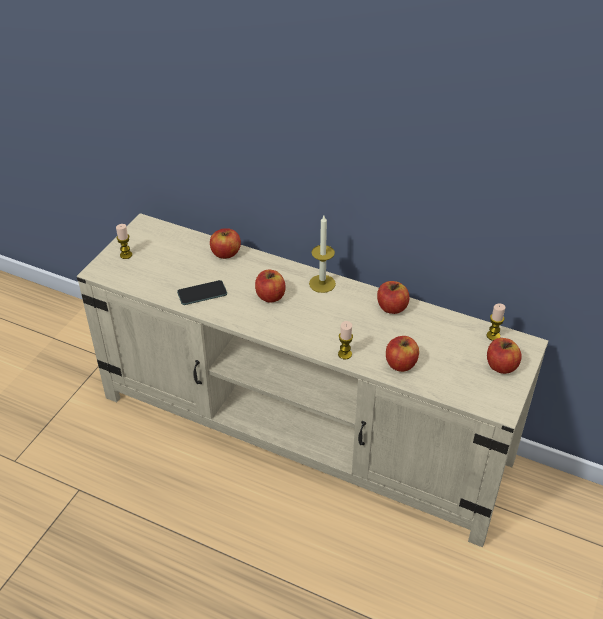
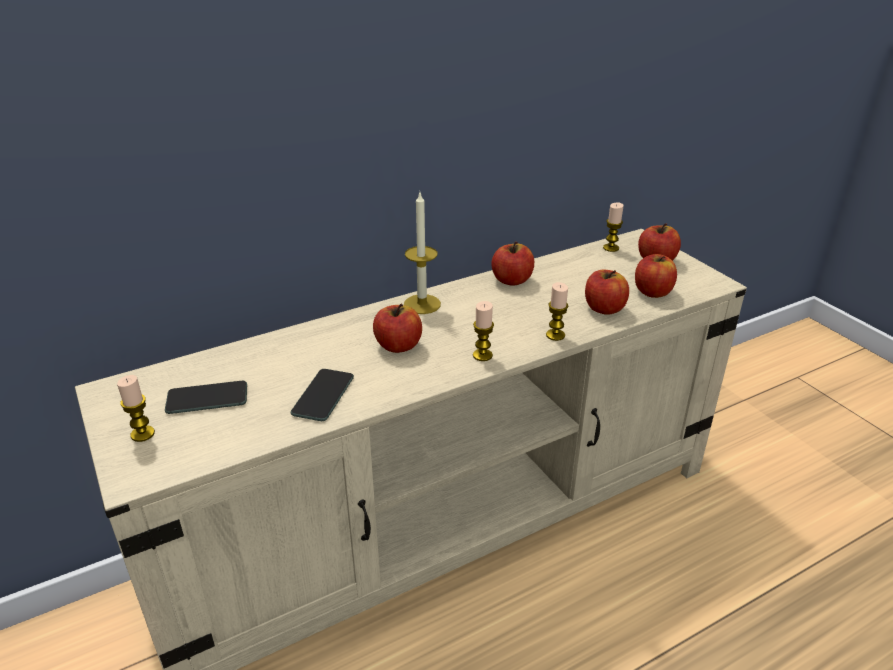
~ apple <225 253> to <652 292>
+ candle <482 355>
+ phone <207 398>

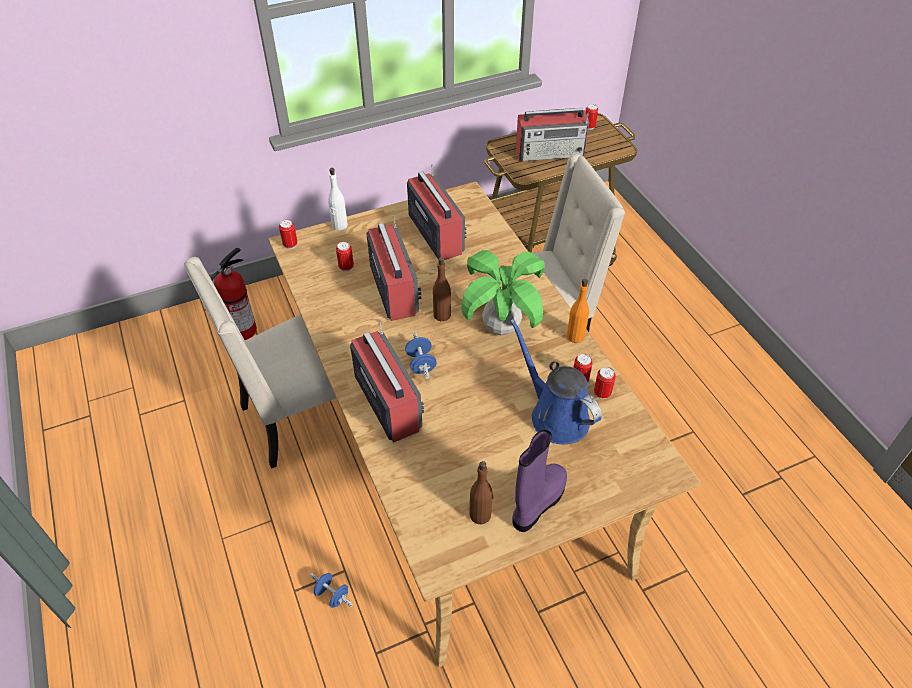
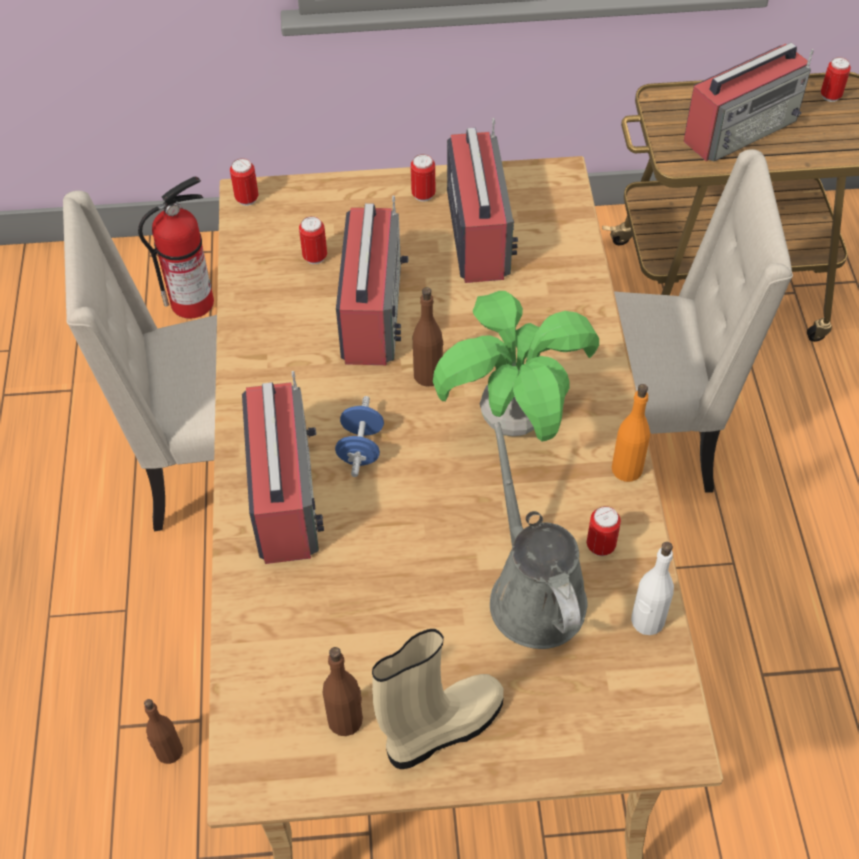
~ radio <551 152> = <741 129> 45 degrees counterclockwise
~ bottle (white) <339 225> to <647 621>
~ watering can (blue) <555 415> to watering can (grey) <533 594>
~ can <602 393> to <423 195>
~ boot (purple) <537 502> to boot (beige) <441 729>
~ dumbbell (blue) <332 595> to bottle (brown) <169 751>

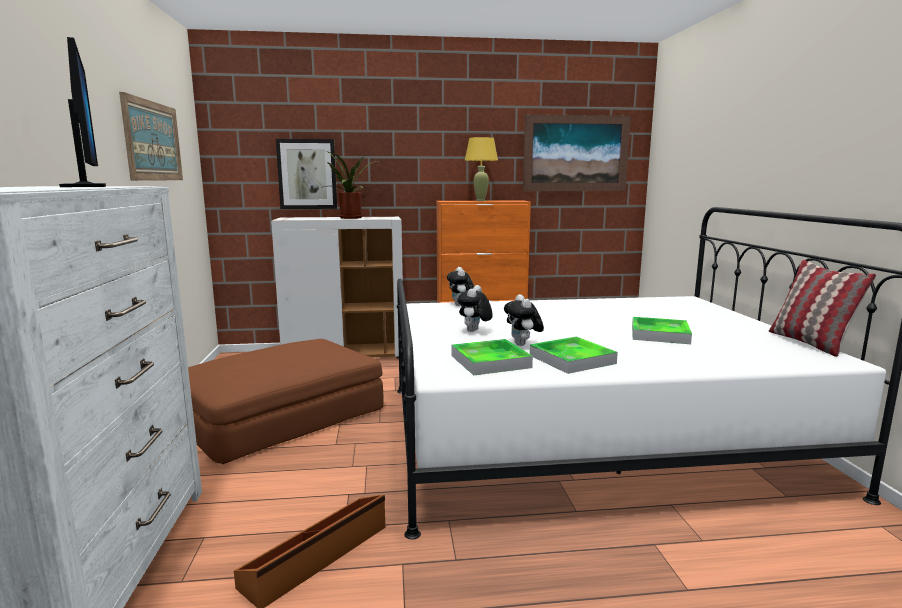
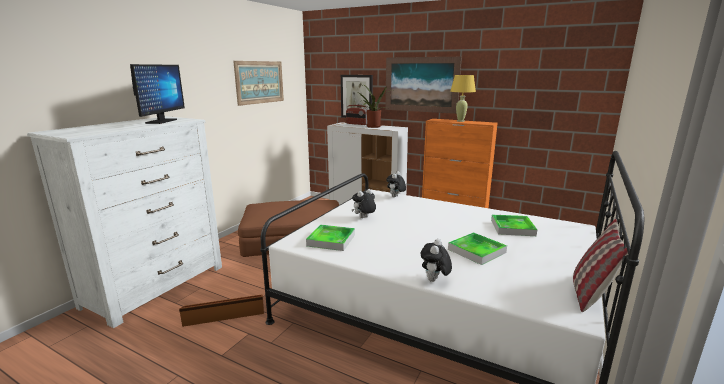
~ picture <576 153> to <421 84>
~ plush toy <523 345> to <434 280>
~ tray <572 359> to <512 228>
+ radio <357 124>

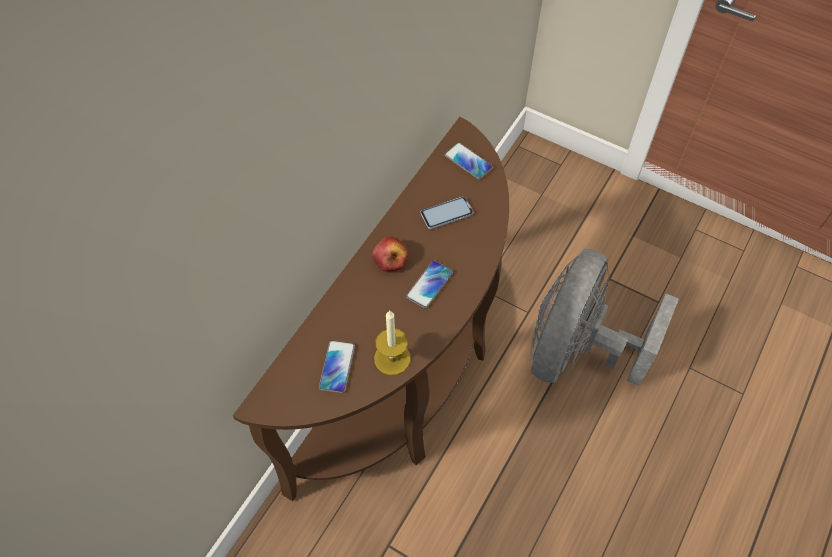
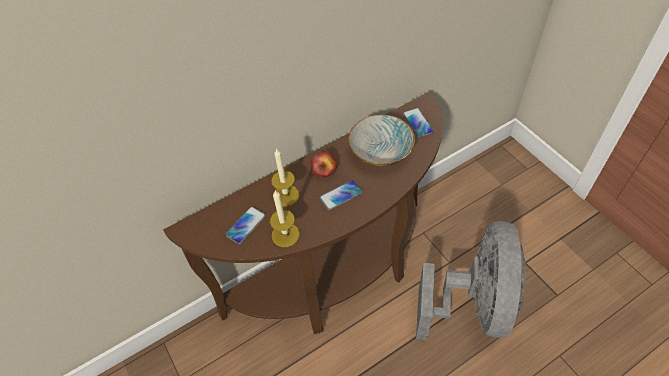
~ phone <446 213> to bowl <381 152>
~ fan (grey) <576 350> = <473 304> 135 degrees clockwise
+ candle <286 195>

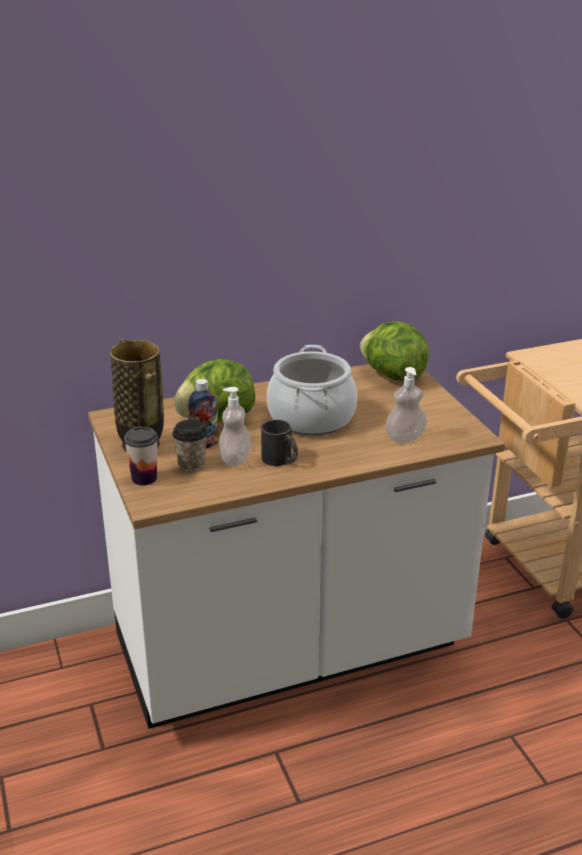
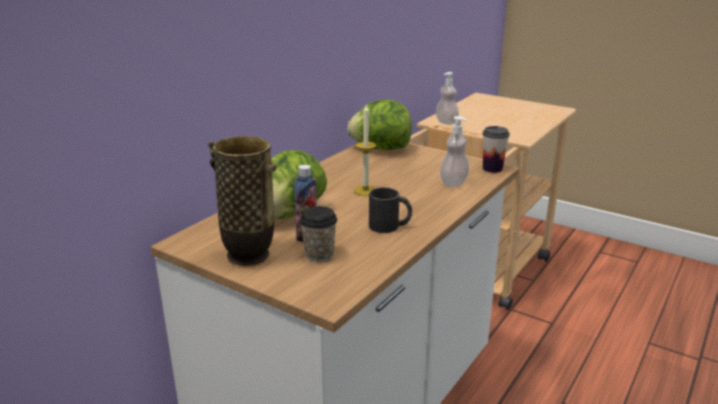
~ cooking pot <311 418> to candle <365 190>
~ soap dispenser <235 459> to <446 122>
~ cup <144 478> to <492 168>

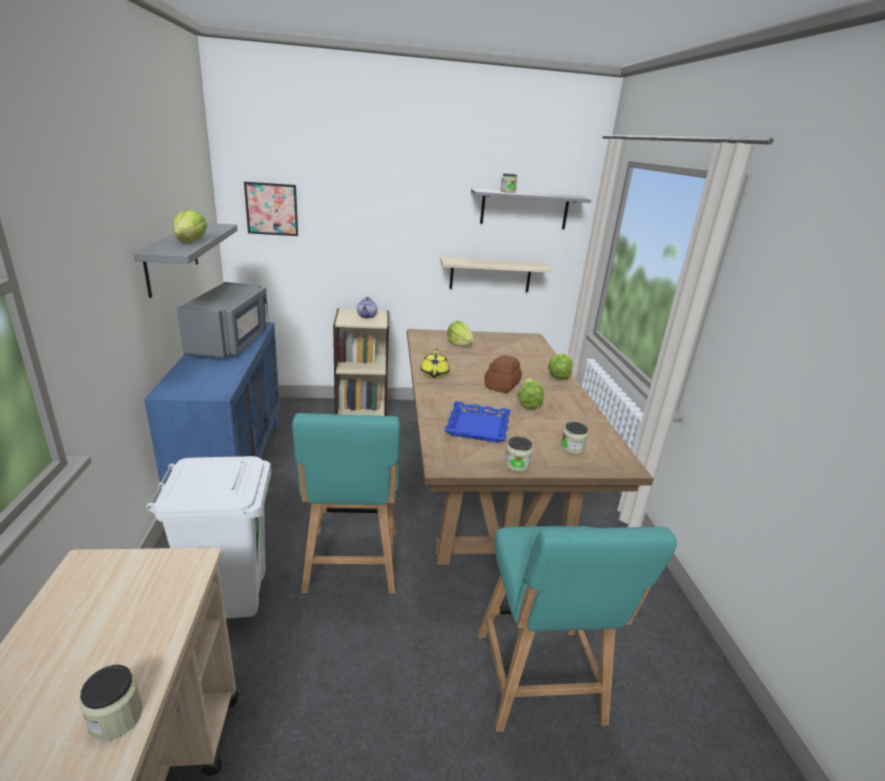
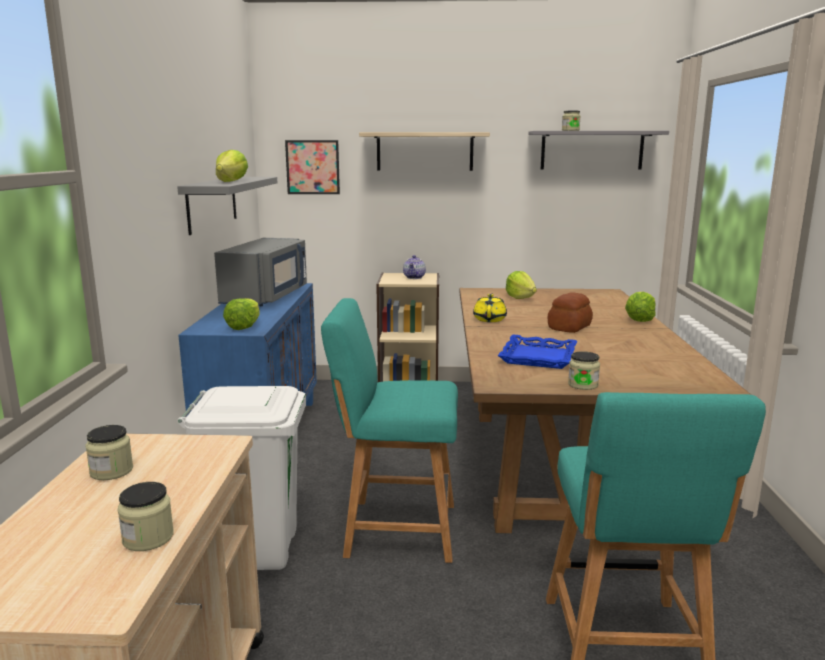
~ shelf <490 275> to <425 151>
~ lettuce <528 403> to <244 326>
~ chair (turquoise) <351 565> = <394 529> 90 degrees clockwise
~ jar <572 448> to <111 471>

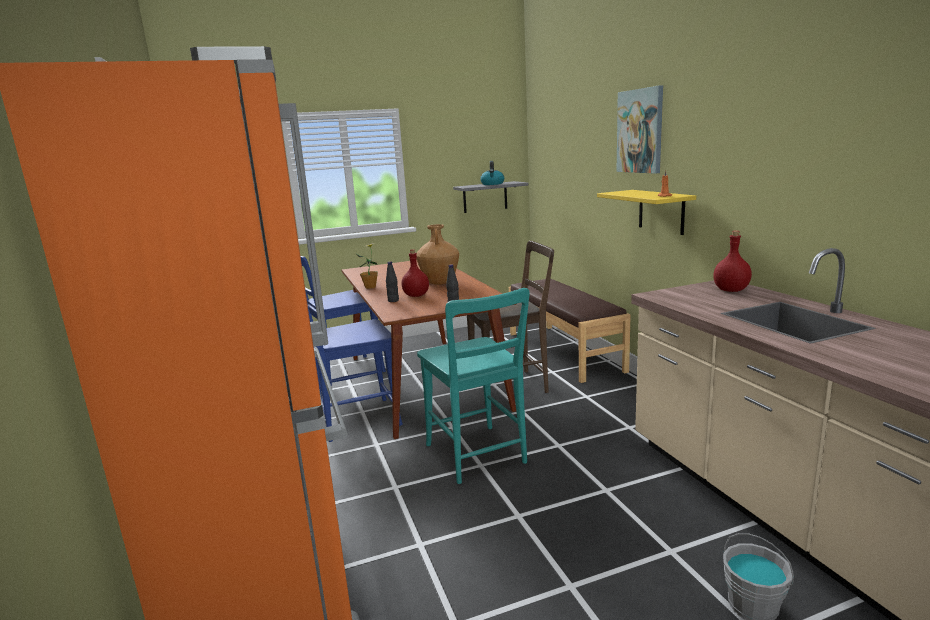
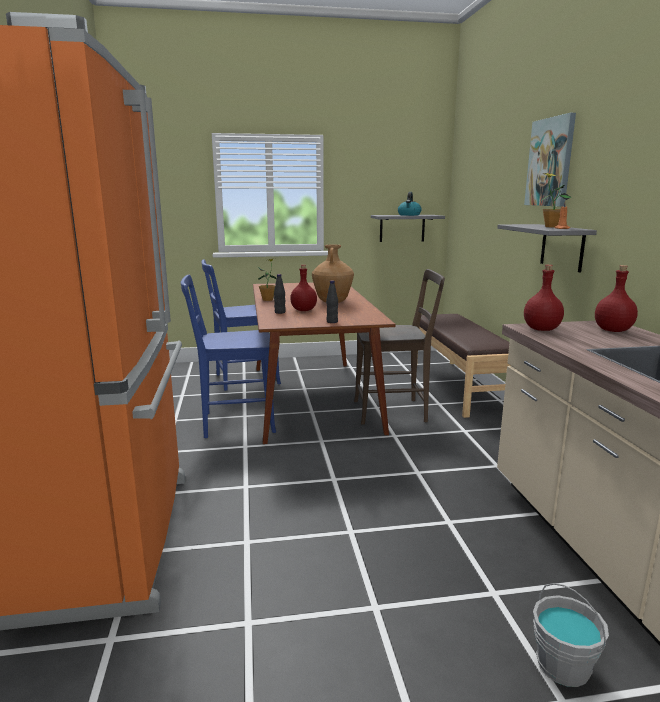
~ shelf (yellow) <661 211> to shelf (grey) <562 247>
- chair (turquoise) <477 456>
+ potted plant <551 227>
+ bottle (red) <541 329>

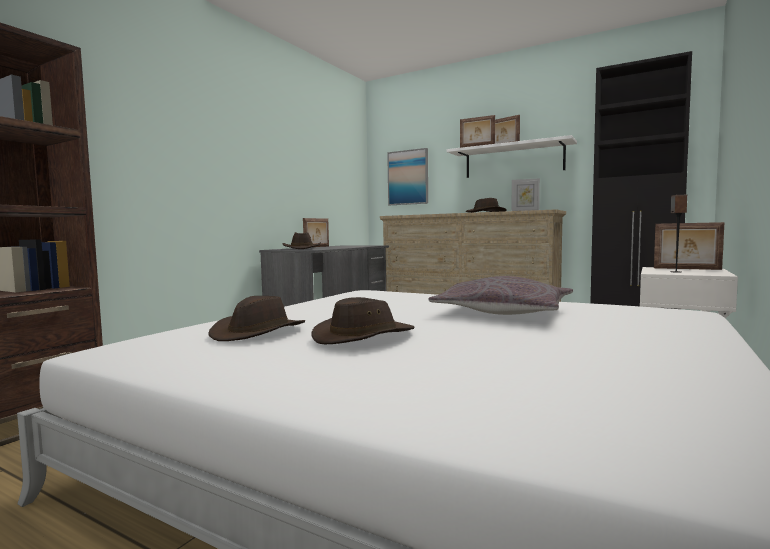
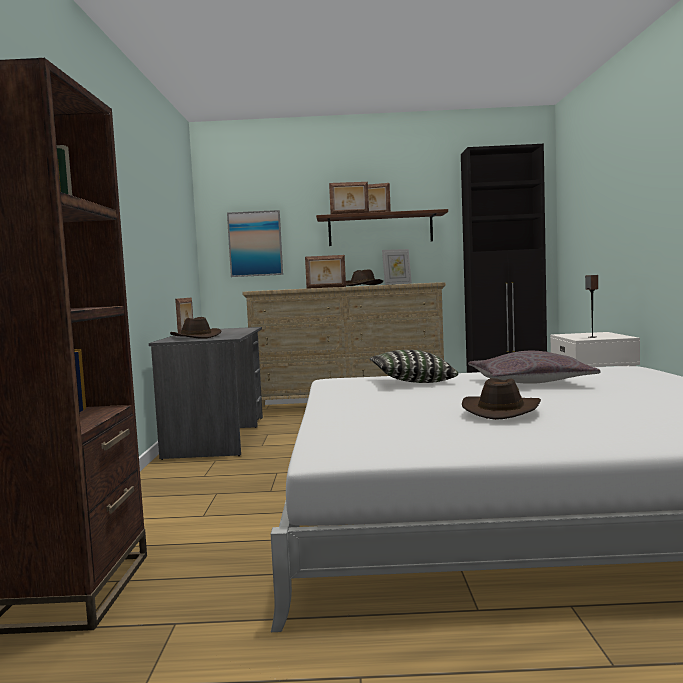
~ shelf (white) <513 161> to shelf (brown) <380 229>
~ picture frame <686 269> to <326 287>
- hat (brown) <258 332>
+ pillow <412 382>

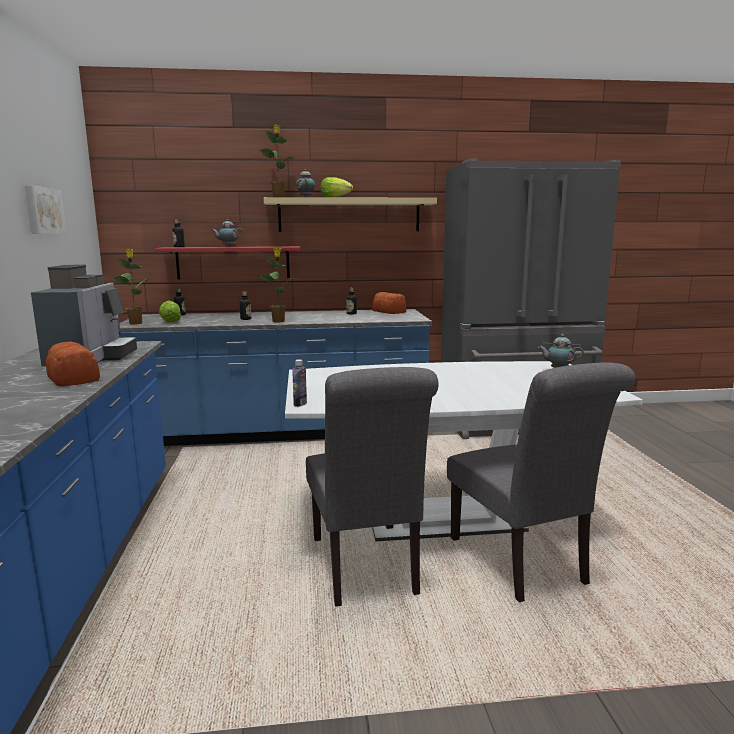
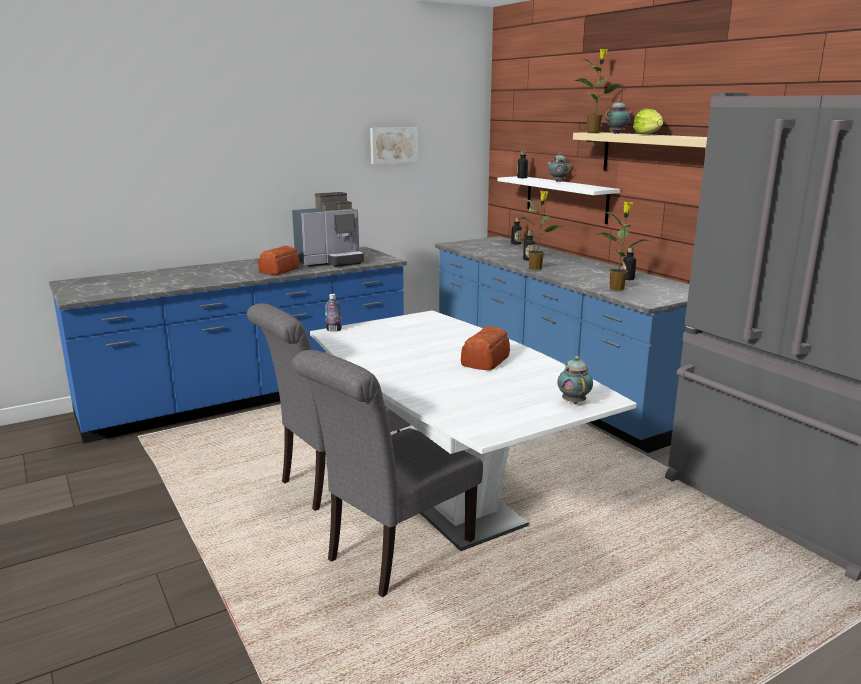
~ shelf (red) <233 262> to shelf (white) <566 199>
~ potted plant <136 323> to <617 288>
~ bread <389 311> to <486 360>
- lettuce <170 321>

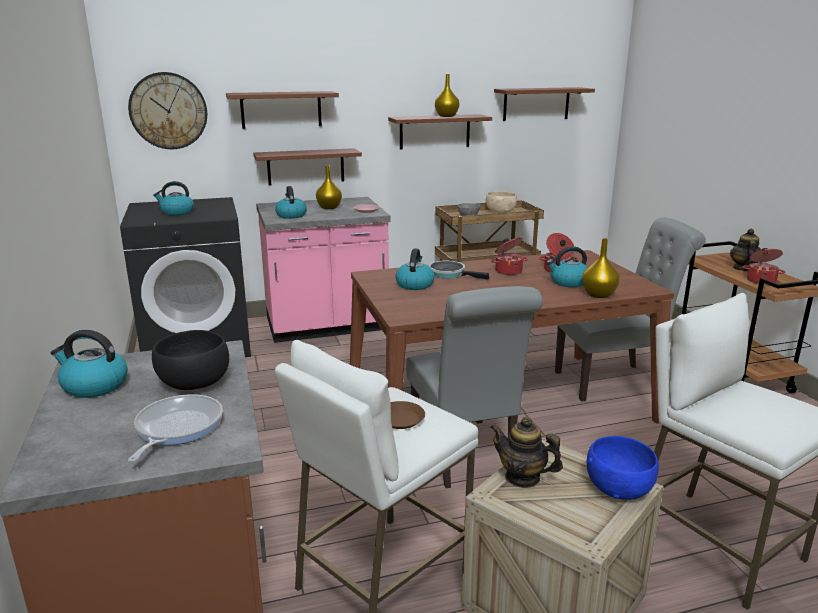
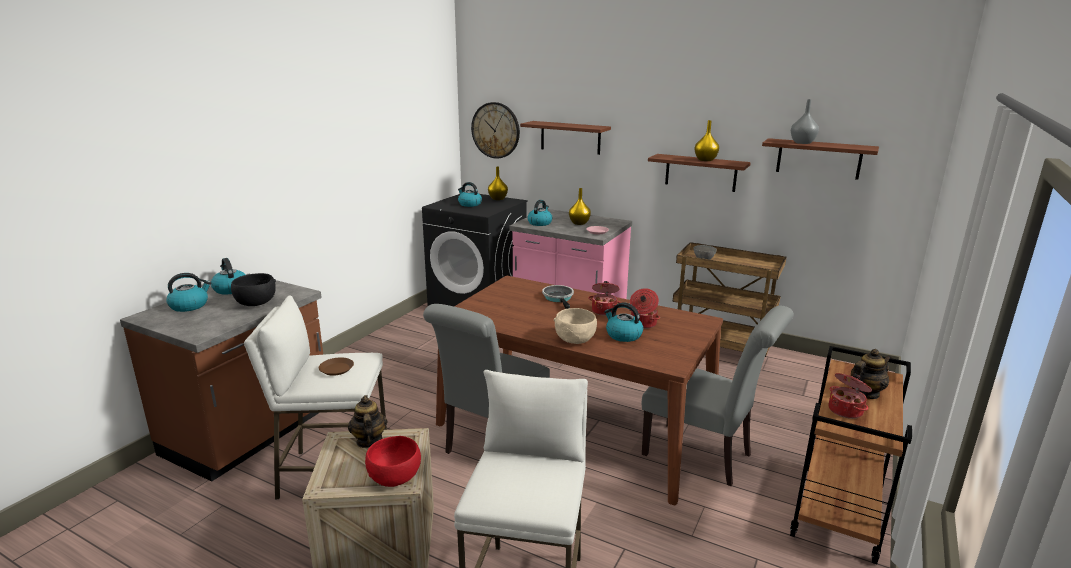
- shelf (brown) <306 166>
~ bowl (beige) <500 212> to <575 339>
~ vase (yellow) <598 294> to <498 199>
~ kettle <414 284> to <190 305>
- frying pan <176 428>
~ bowl (blue) <618 488> to bowl (red) <395 477>
+ vase (grey) <803 142>

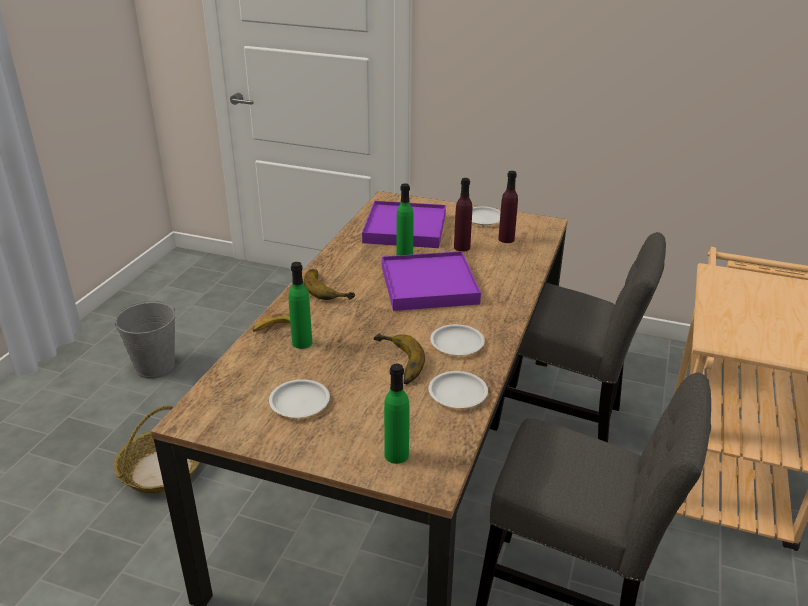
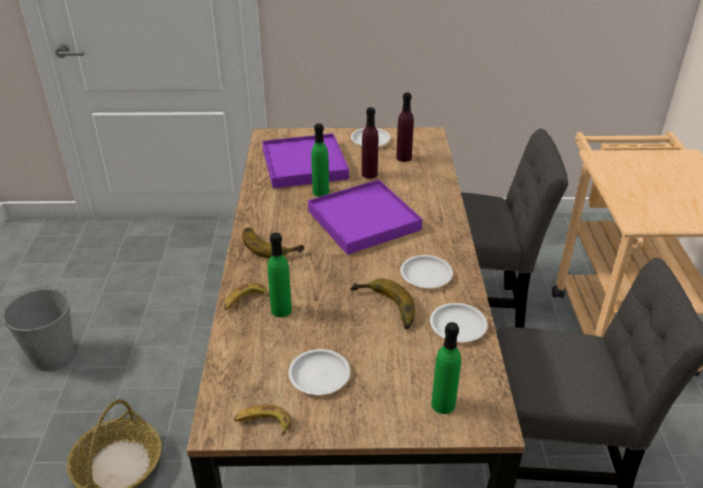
+ banana <263 423>

